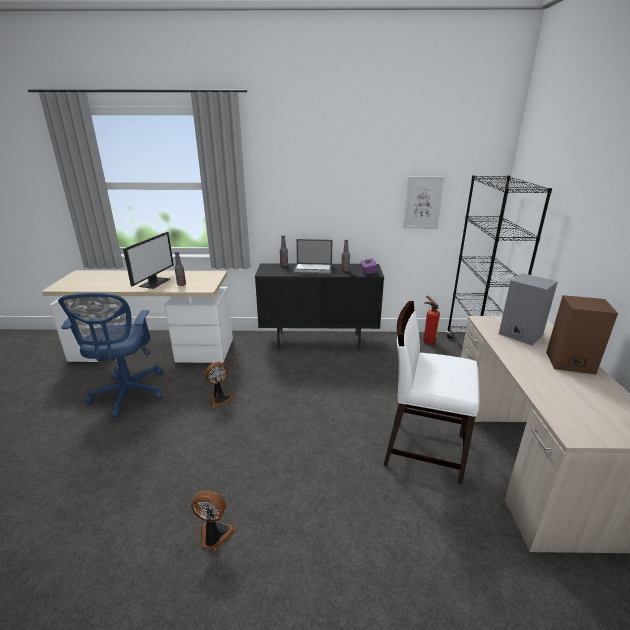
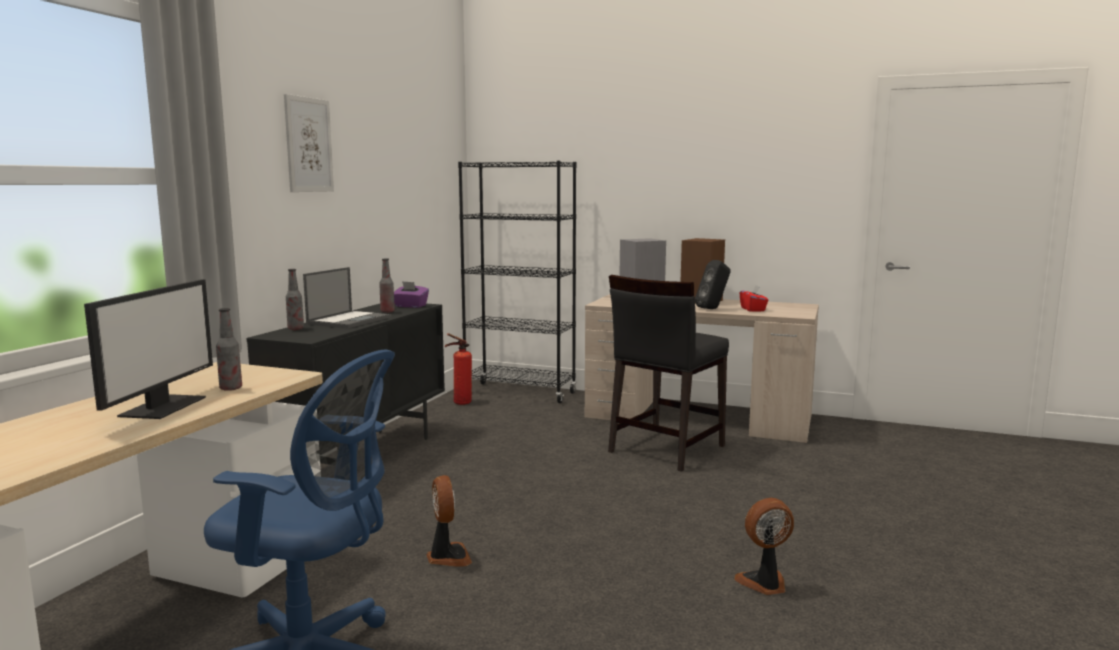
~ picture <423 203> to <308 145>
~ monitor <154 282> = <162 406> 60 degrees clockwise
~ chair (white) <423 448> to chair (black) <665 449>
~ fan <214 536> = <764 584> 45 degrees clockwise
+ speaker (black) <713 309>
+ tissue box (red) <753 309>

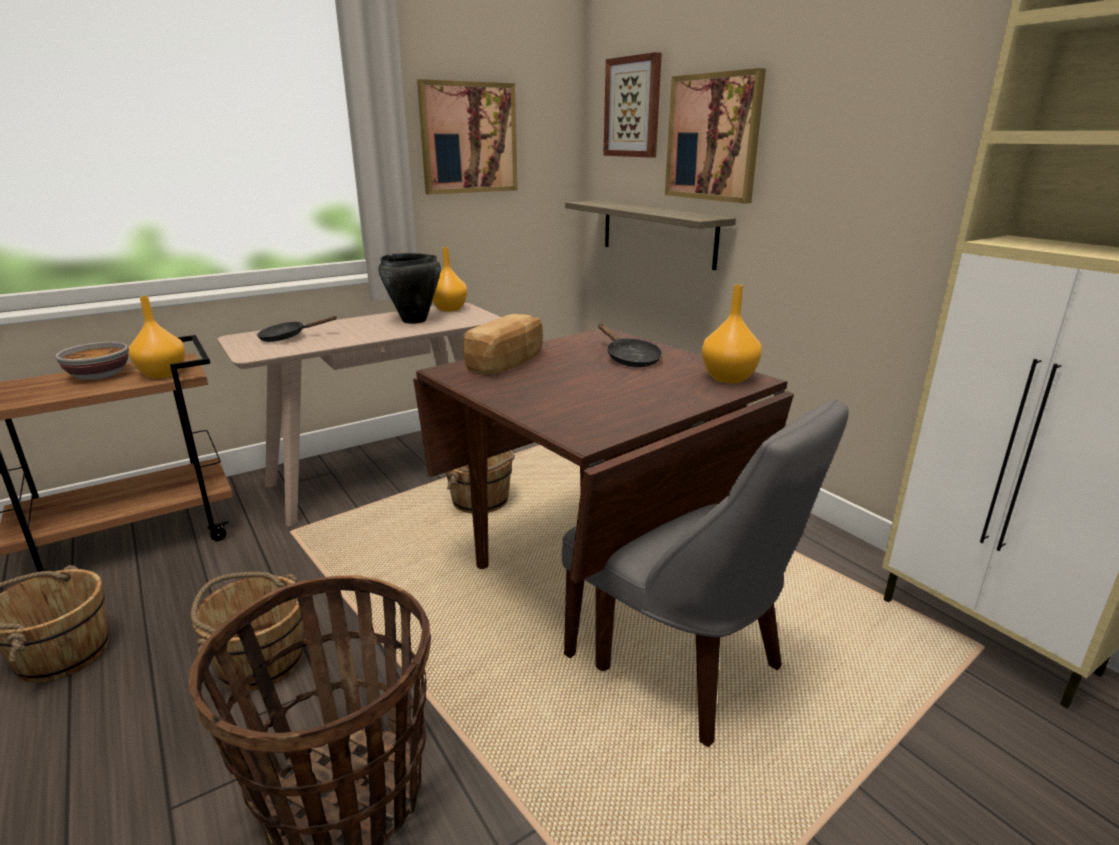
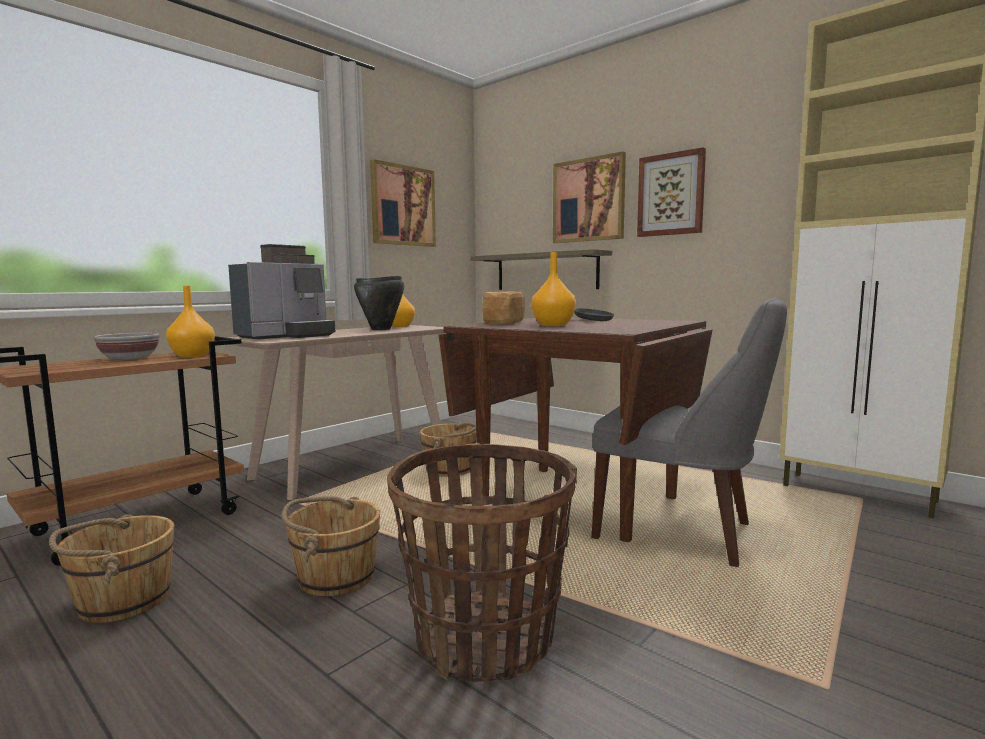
~ picture <633 107> to <671 194>
~ vase (orange) <727 378> to <552 325>
~ frying pan (black) <287 337> to coffee machine <287 336>

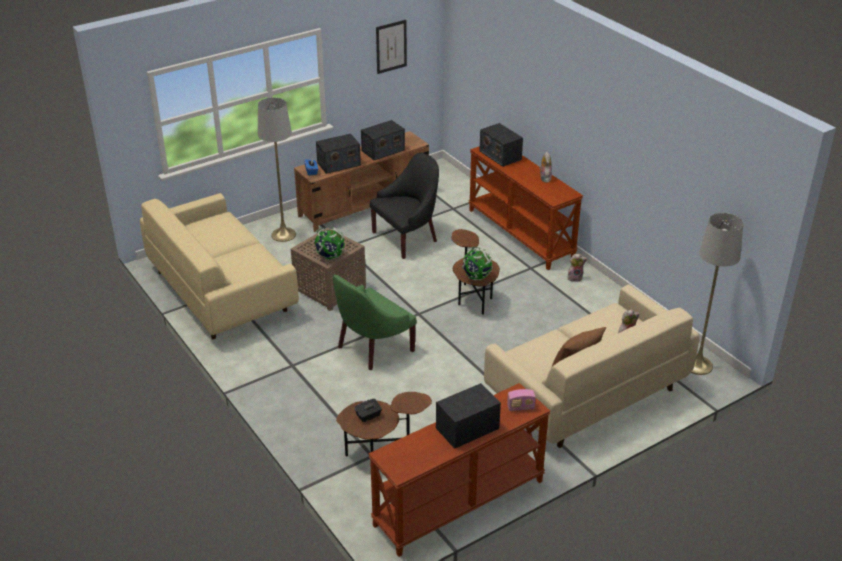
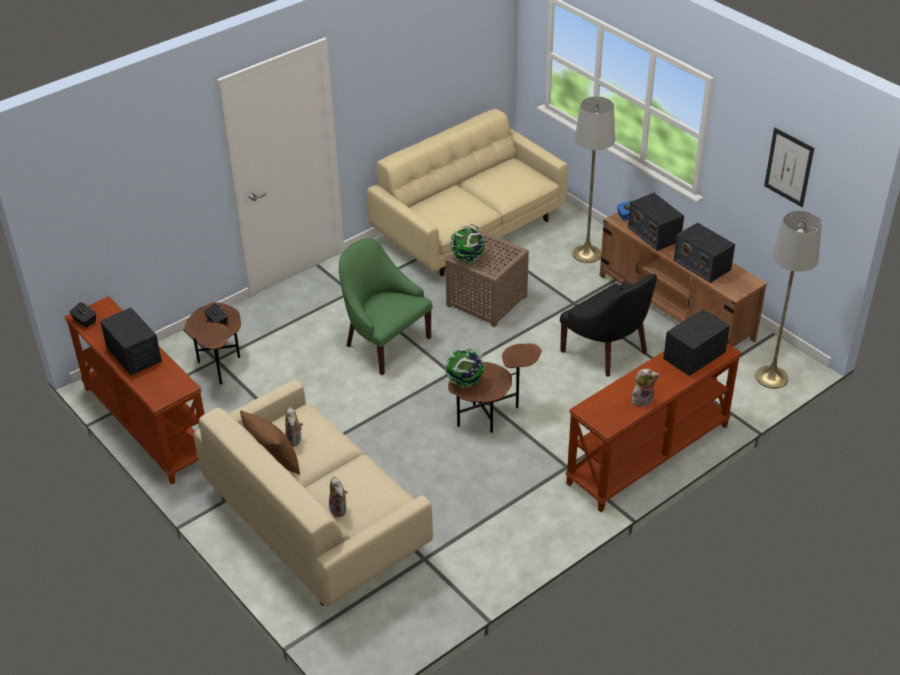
~ floor lamp (grey) <698 365> to <771 377>
~ plush toy <575 278> to <295 440>
- radio <520 407>
+ tissue box (black) <84 321>

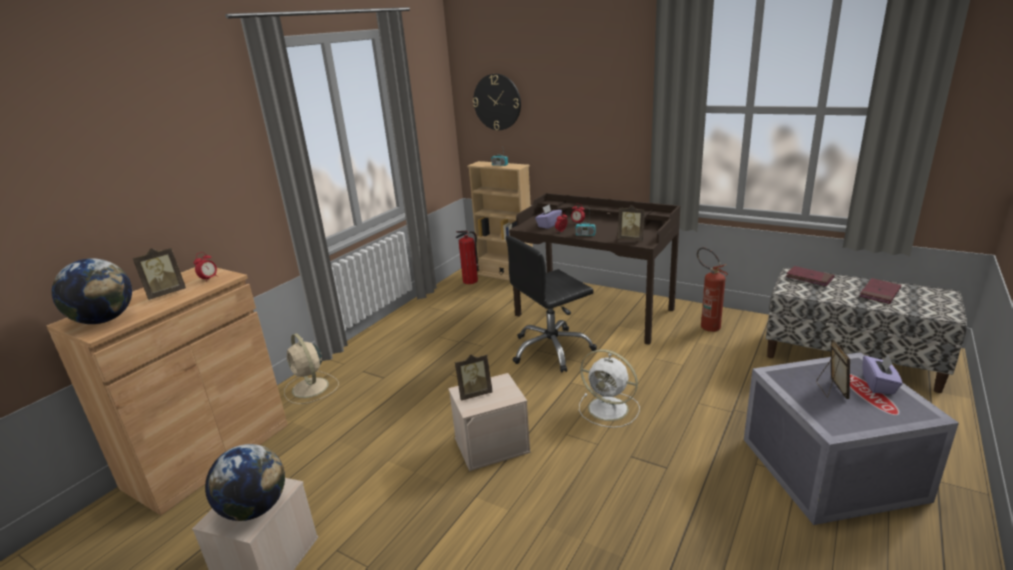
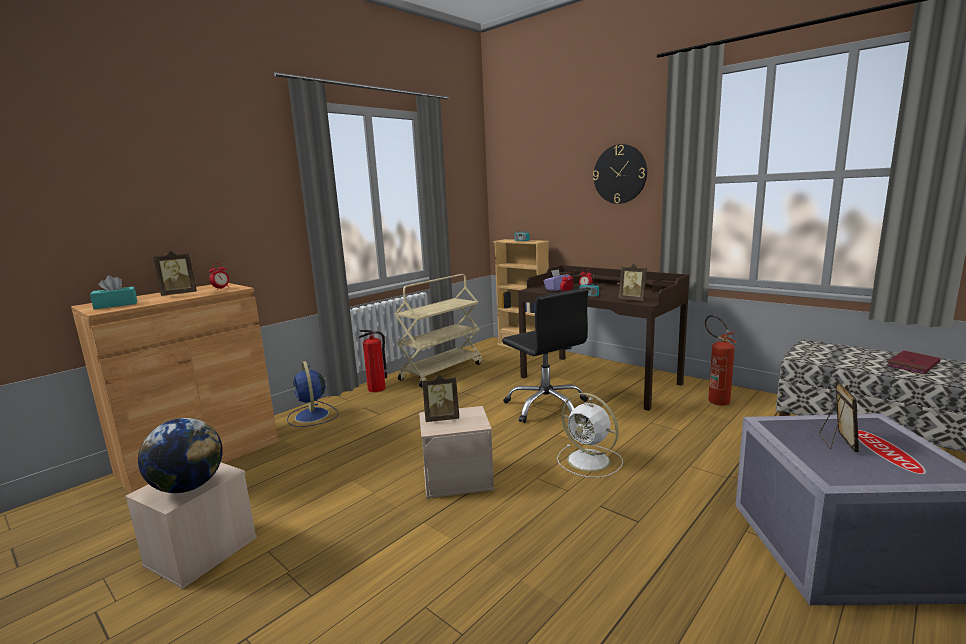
~ wall clock <497 102> to <620 174>
~ fire extinguisher <470 281> to <377 388>
~ office chair (black) <551 350> = <546 406> 105 degrees counterclockwise
~ globe <104 320> to tissue box (turquoise) <116 305>
- book (red) <809 278>
~ fan (beige) <311 388> to fan (blue) <312 416>
- tissue box (purple) <878 385>
+ cart (beige) <441 371>

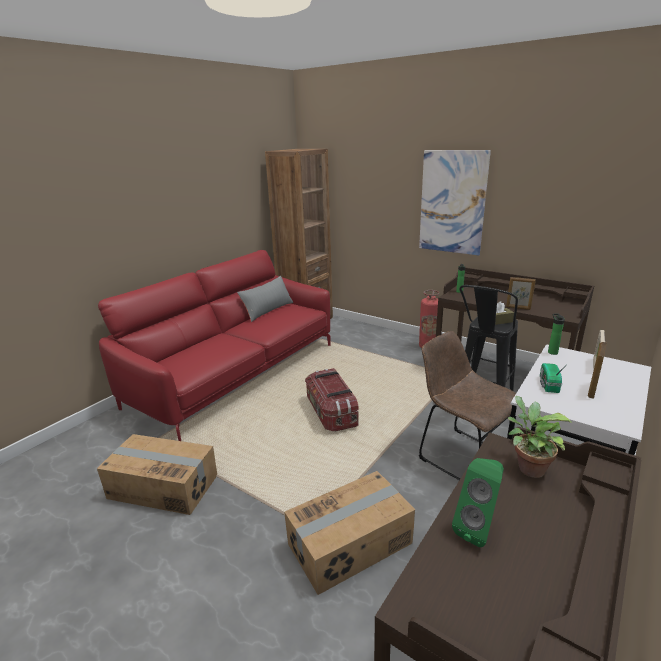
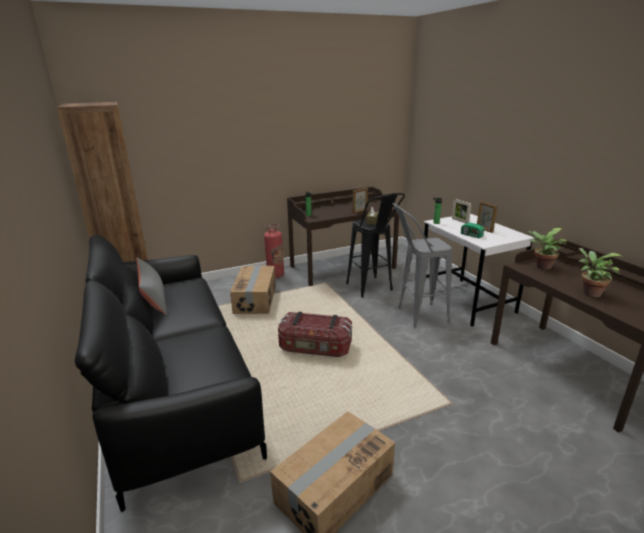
- picture <452 203>
~ sofa (red) <237 374> to sofa (black) <176 383>
~ chair (brown) <461 456> to stool (grey) <415 316>
~ speaker (green) <478 529> to potted plant <589 293>
~ cardboard box <350 544> to <256 299>

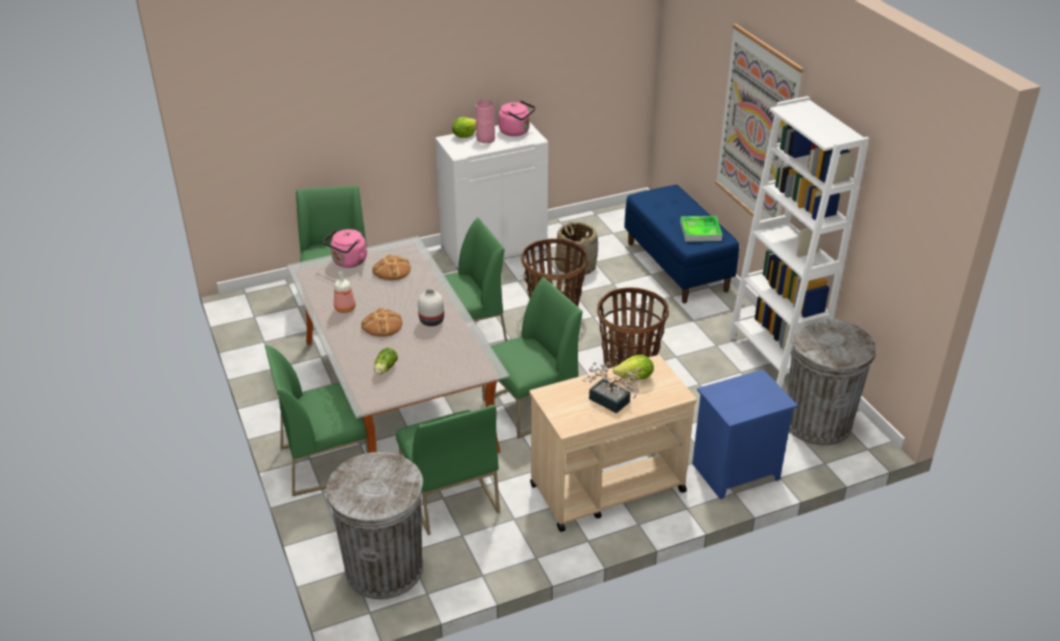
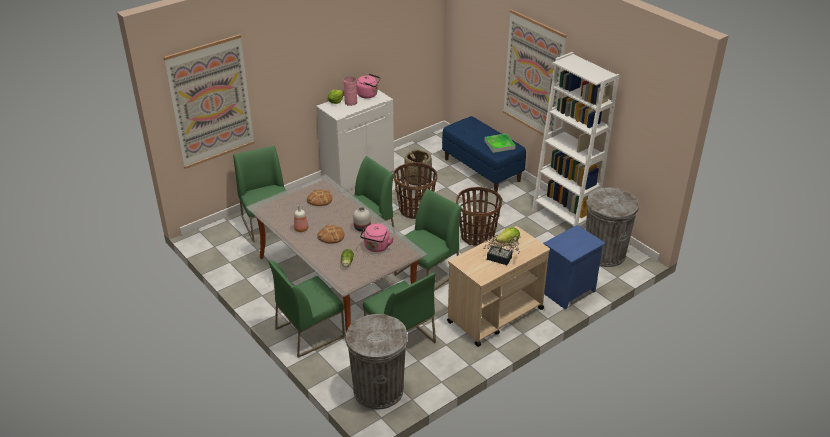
~ kettle (pink) <348 262> to <376 247>
+ picture <211 102>

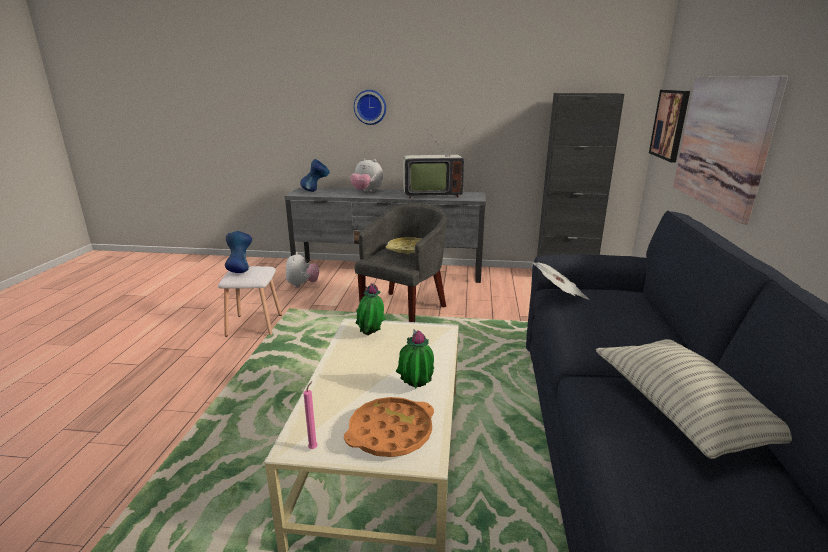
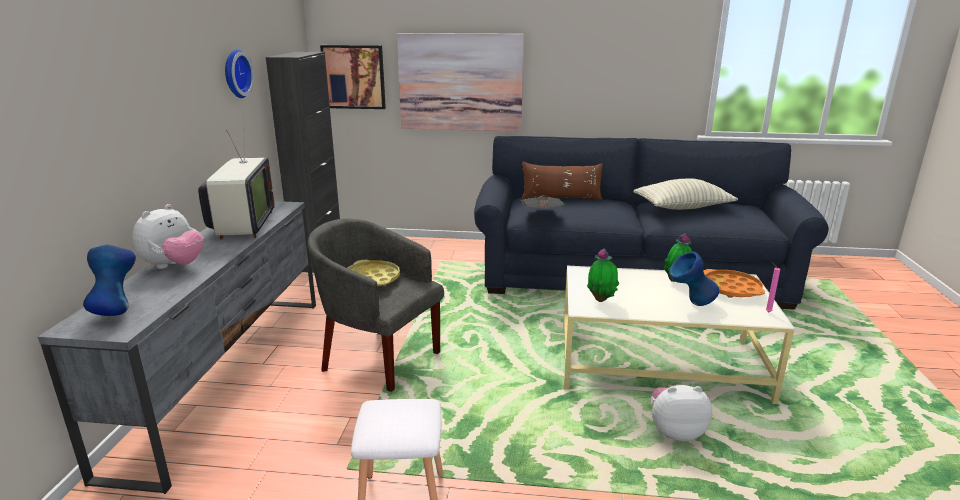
~ wall clock <370 107> to <235 73>
~ vase (blue) <240 271> to <690 304>
~ plush toy <302 285> to <675 432>
+ pillow (brown) <561 198>

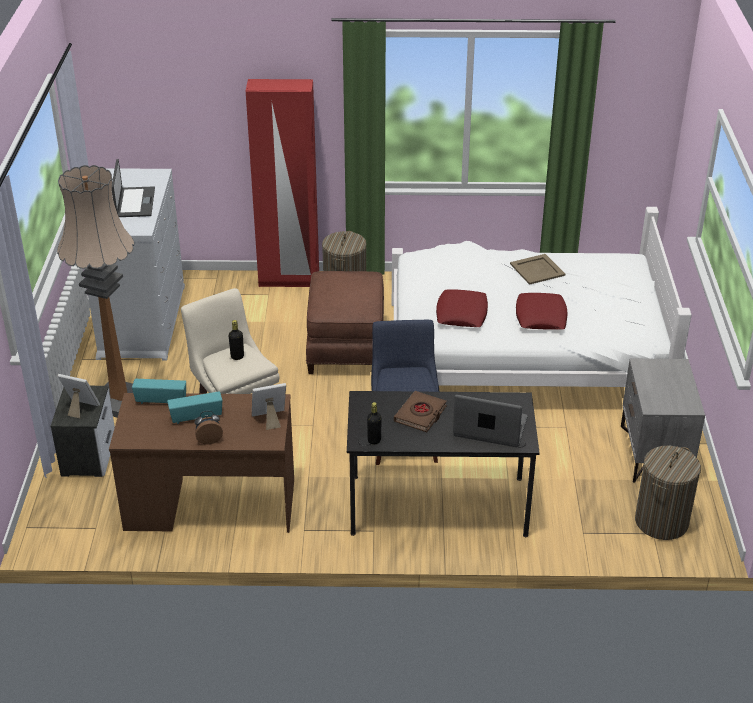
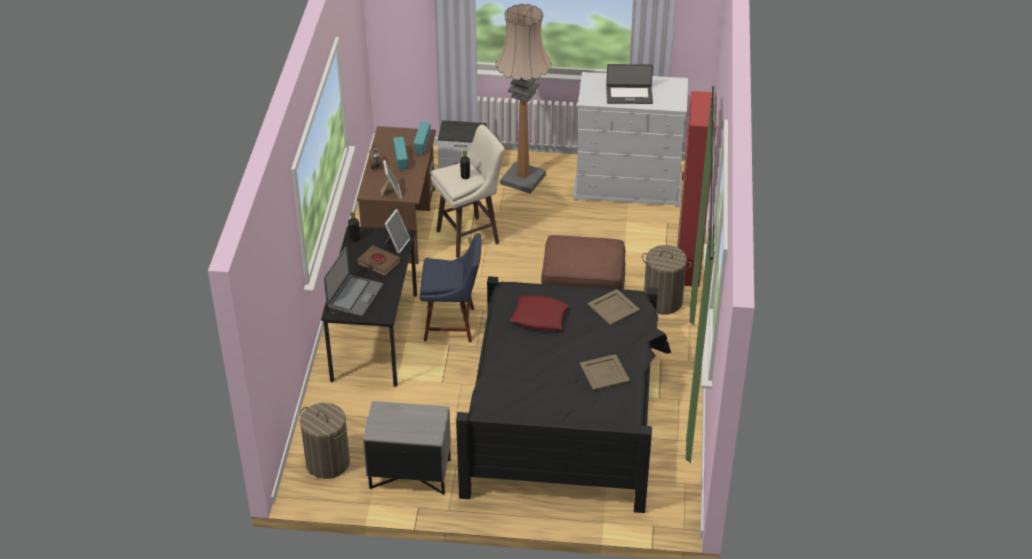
~ bed (white) <521 353> to bed (black) <563 409>
- pillow (red) <541 317>
~ picture frame <80 408> to <397 244>
+ tray (beige) <613 308>

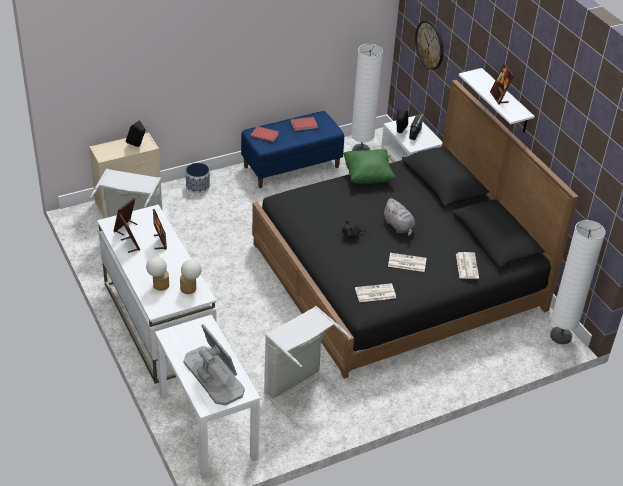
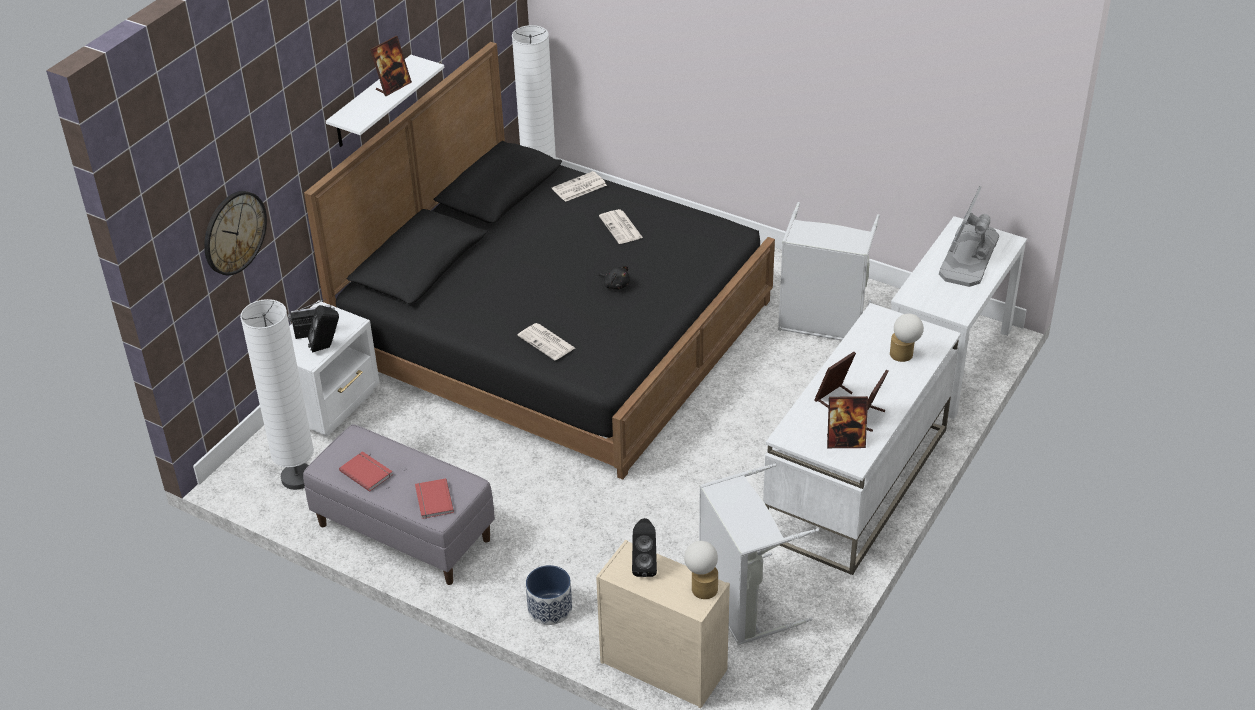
~ bench (blue) <291 166> to bench (grey) <403 532>
- pillow (green) <368 176>
- plush toy (grey) <399 226>
~ table lamp <190 288> to <702 586>
~ newspaper <375 293> to <547 342>

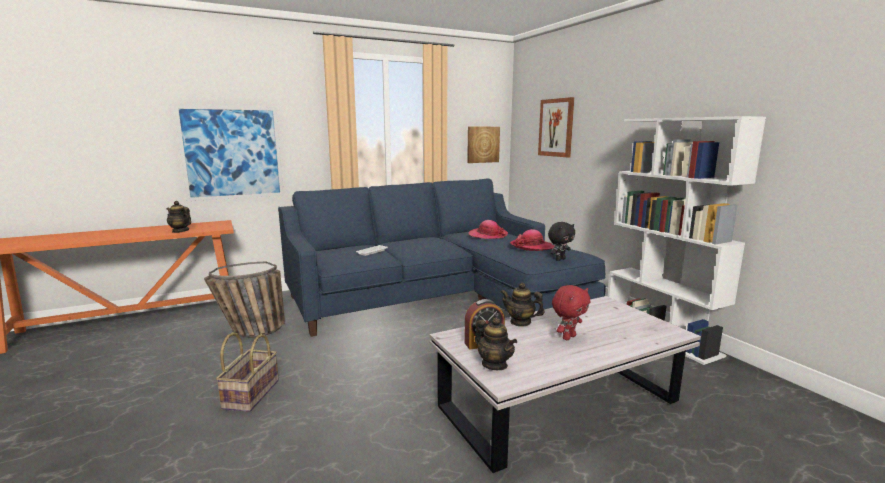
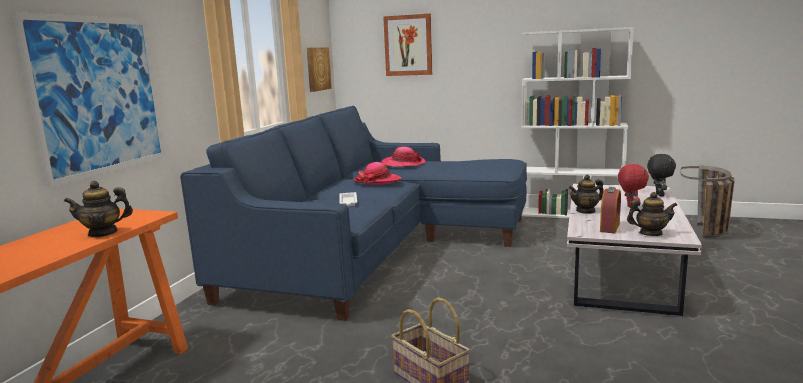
~ plush toy (black) <560 259> to <658 195>
~ hat <532 247> to <377 181>
~ basket <248 332> to <709 234>

